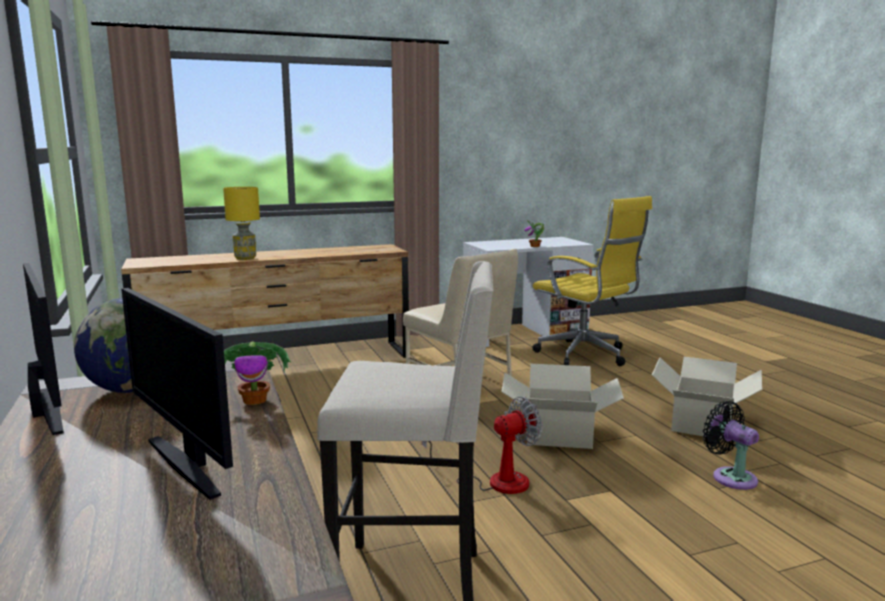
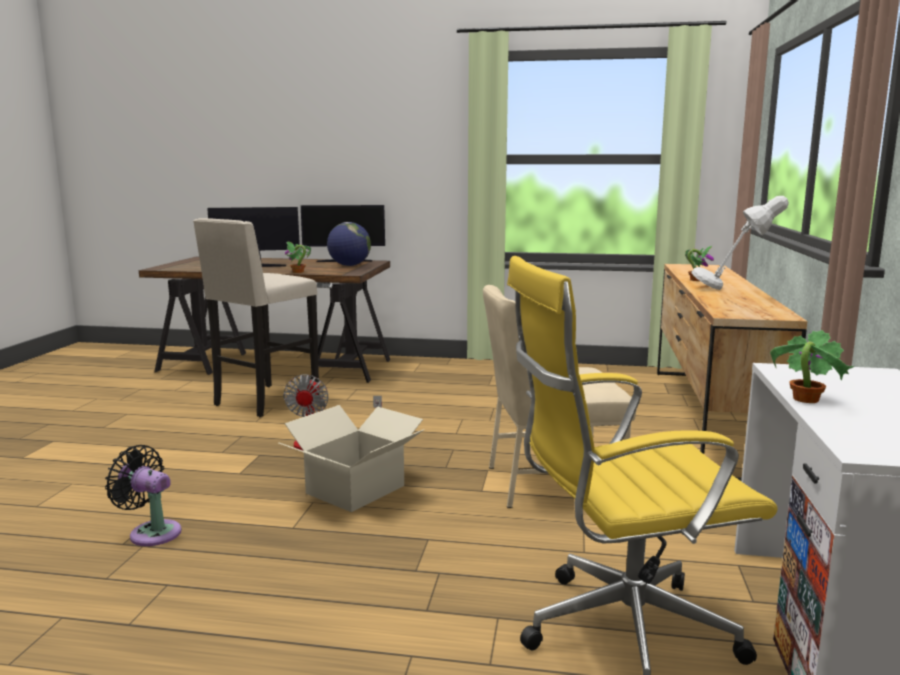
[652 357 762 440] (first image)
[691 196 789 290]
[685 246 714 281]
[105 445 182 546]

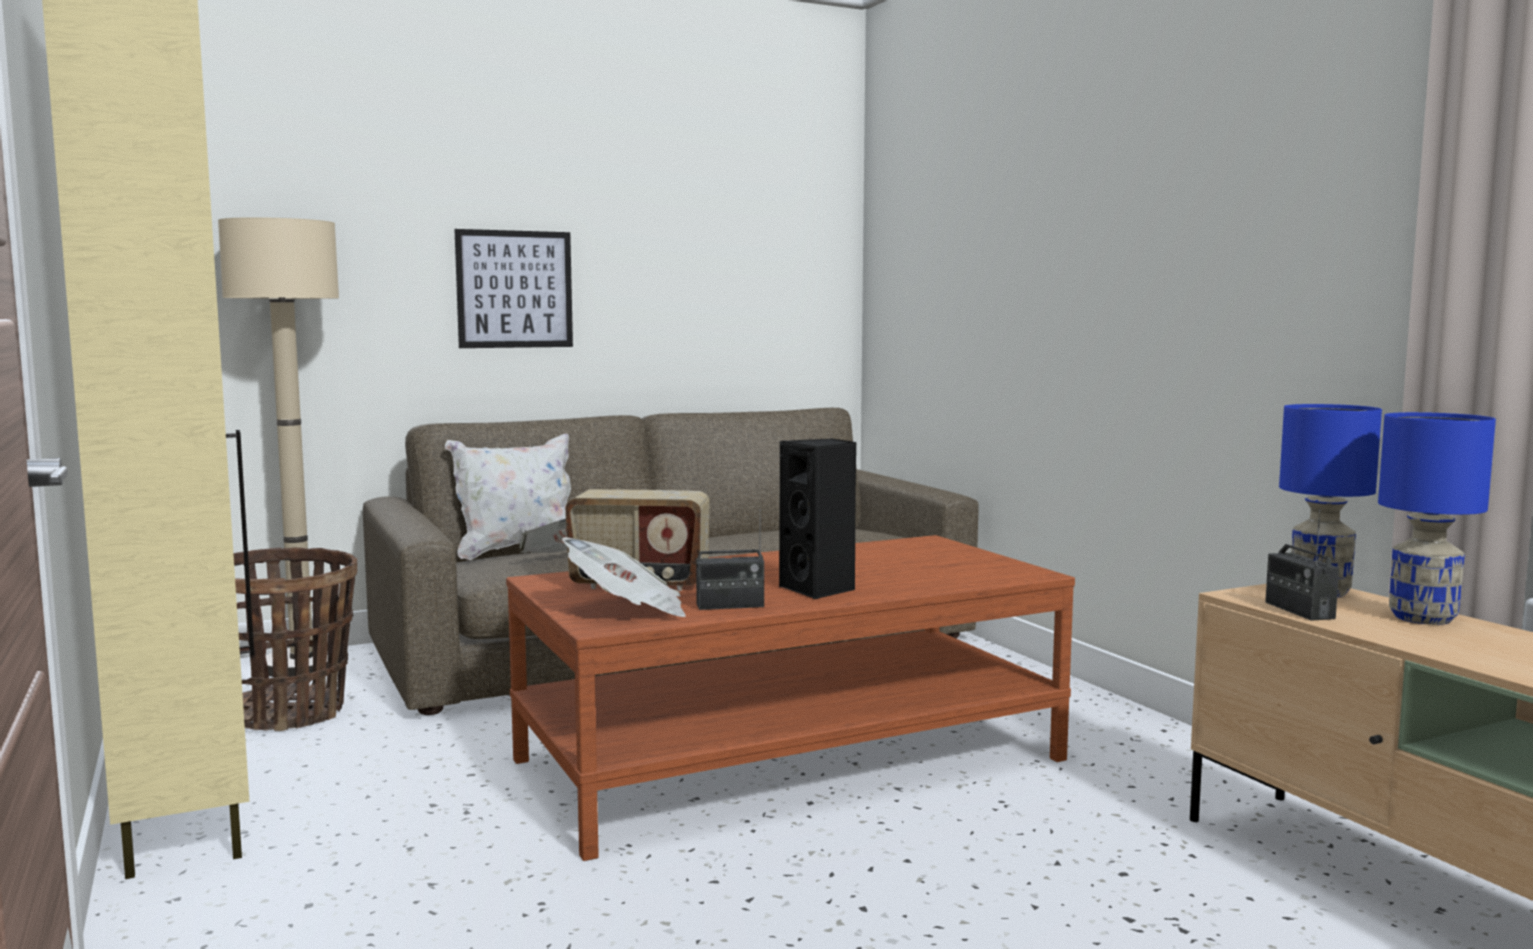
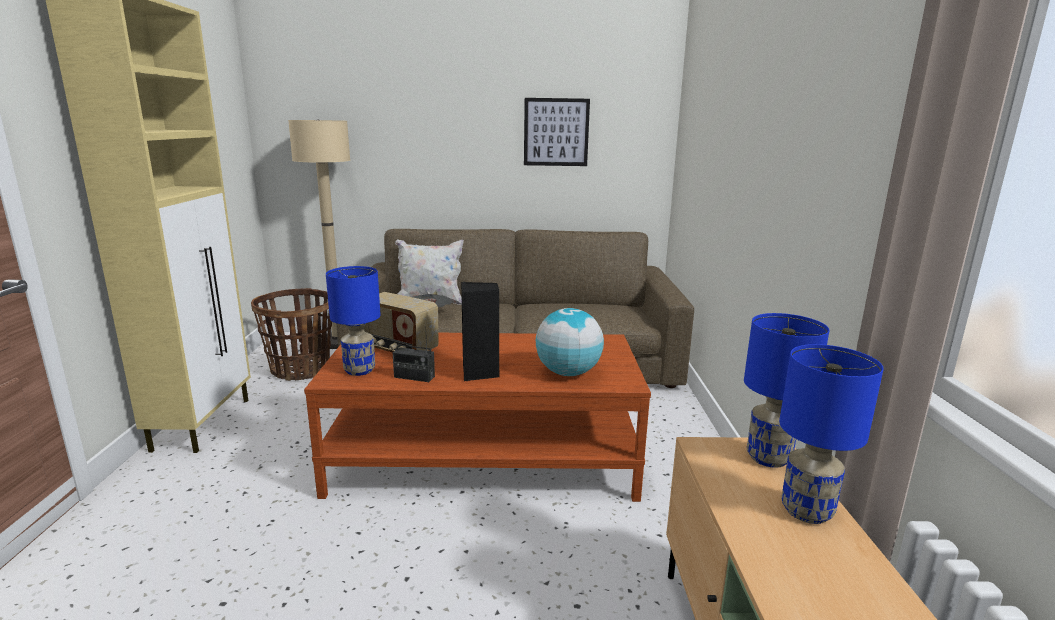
[1265 509 1339 621] (first image)
[536 308 604 376]
[524 98 590 166]
[326 266 381 376]

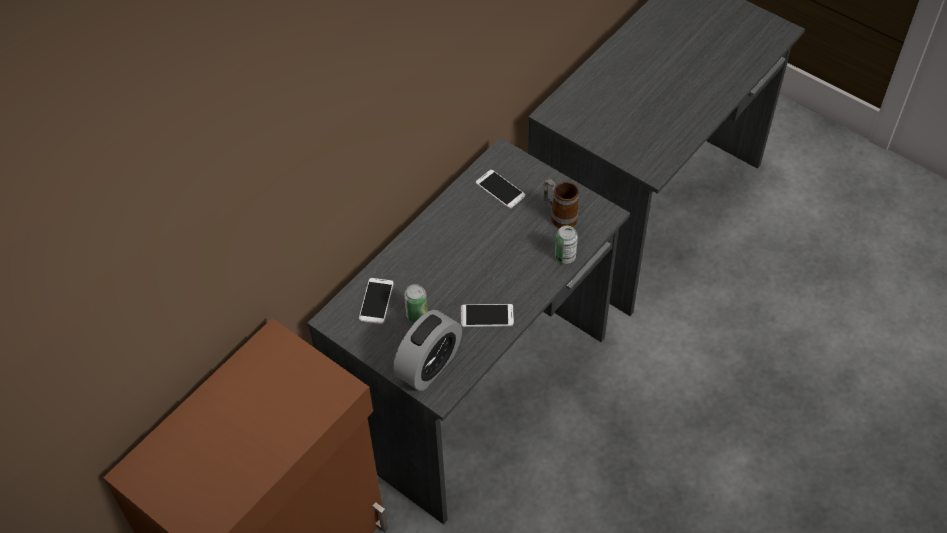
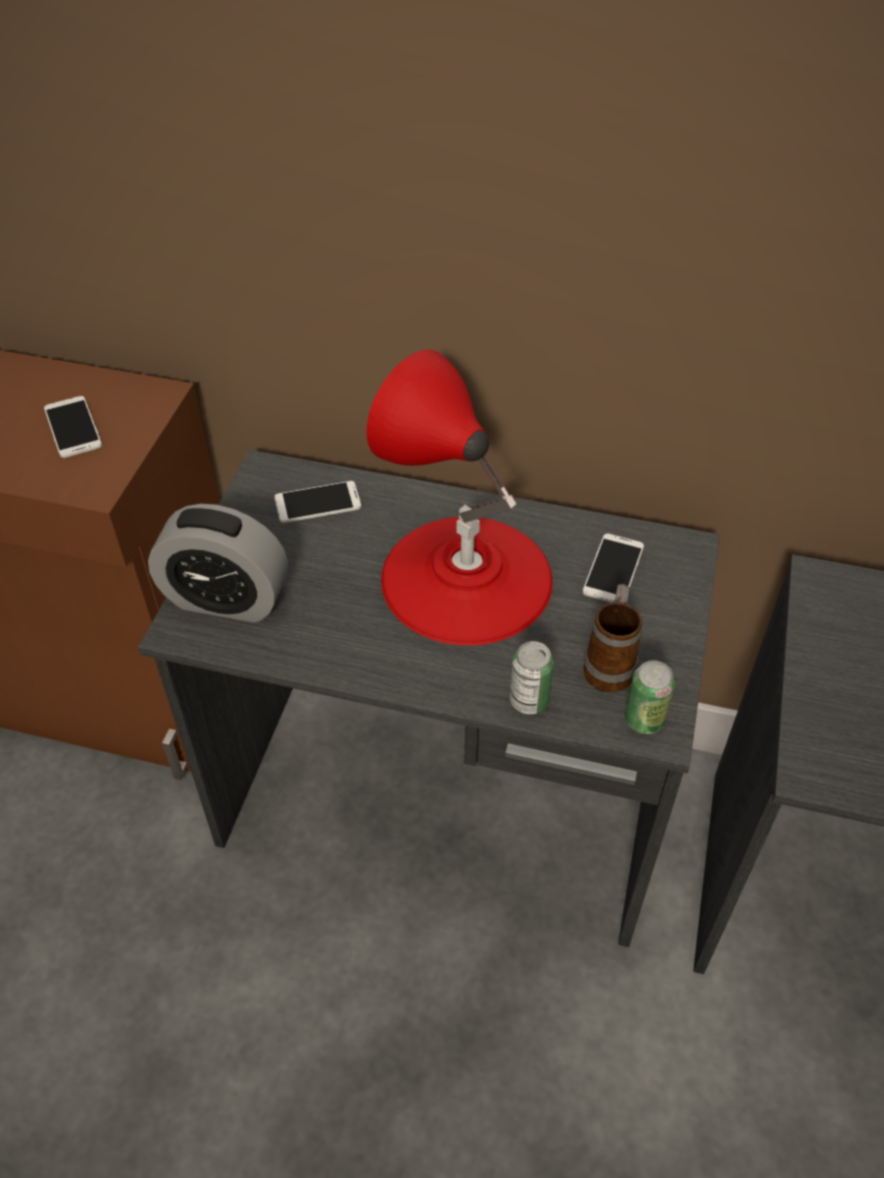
[367 350 553 646]
[625 660 675 734]
[44 396 102 458]

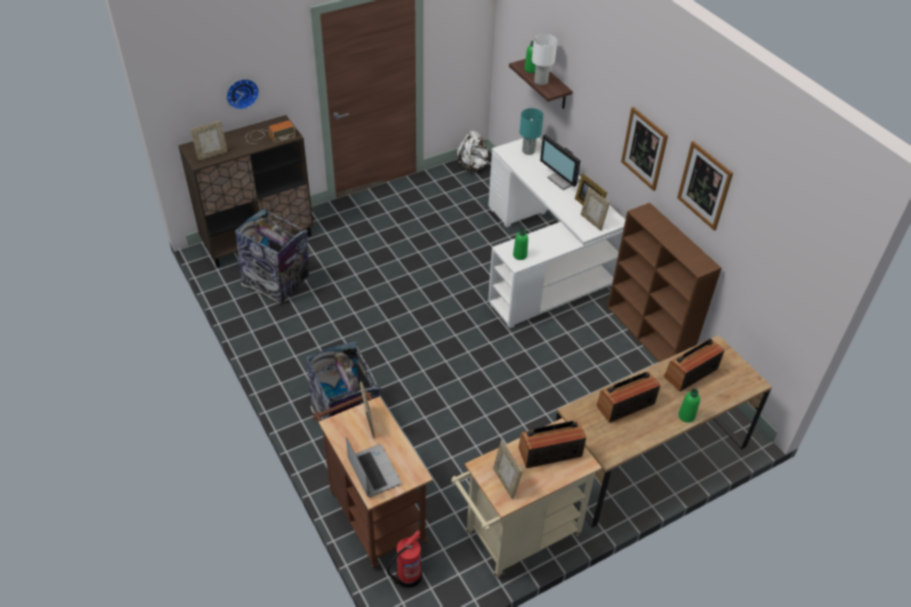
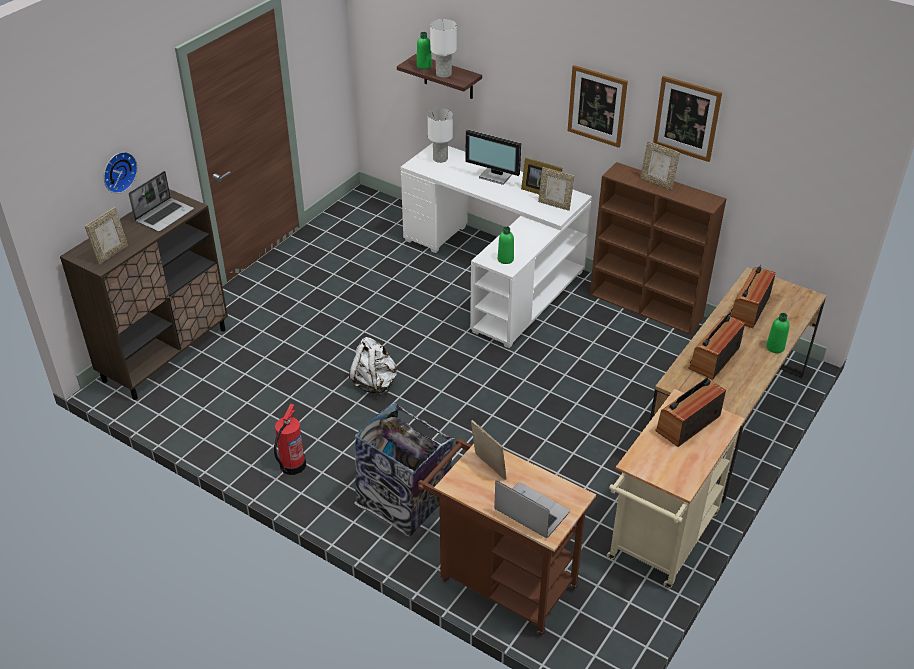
[235 208 309 304] (first image)
[274 404 306 475]
[349 337 397 395]
[640 141 680 190]
[129 171 194 232]
[427 108 453 163]

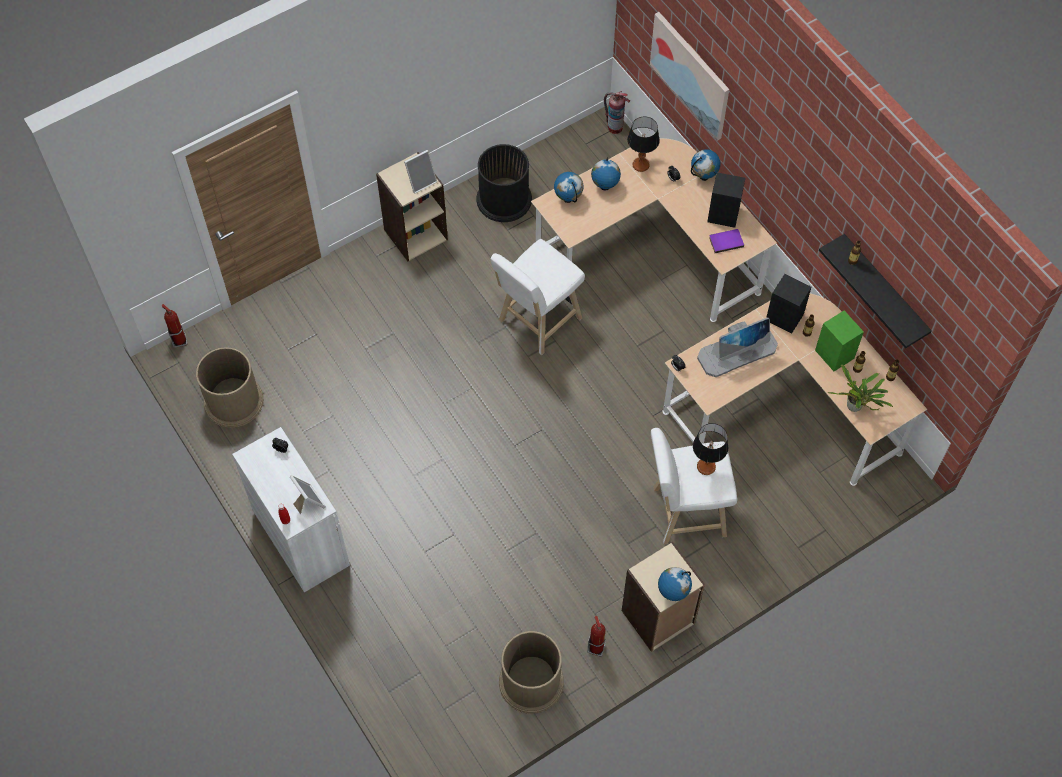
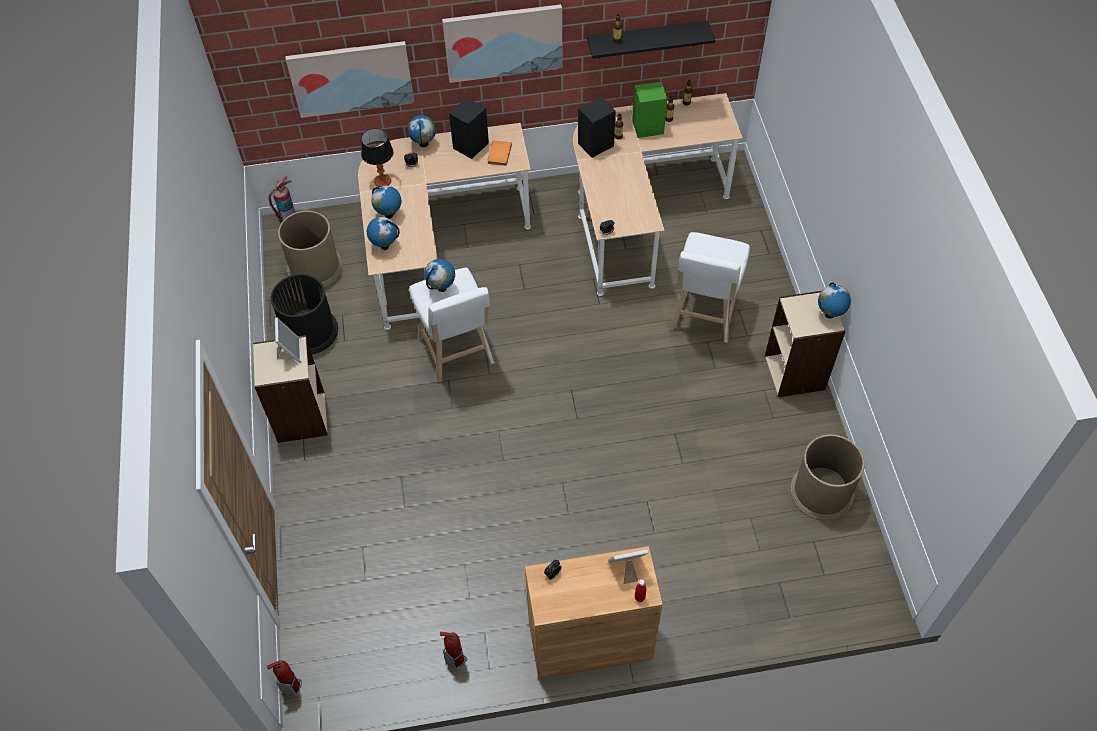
[693 423 728 475] (first image)
[697 318 778 377] (first image)
[828 365 893 412] (first image)
[424 259 455 292]
[442 4 562 83]
[278 211 343 287]
[440 631 467 670]
[525 546 663 679]
[488 140 512 166]

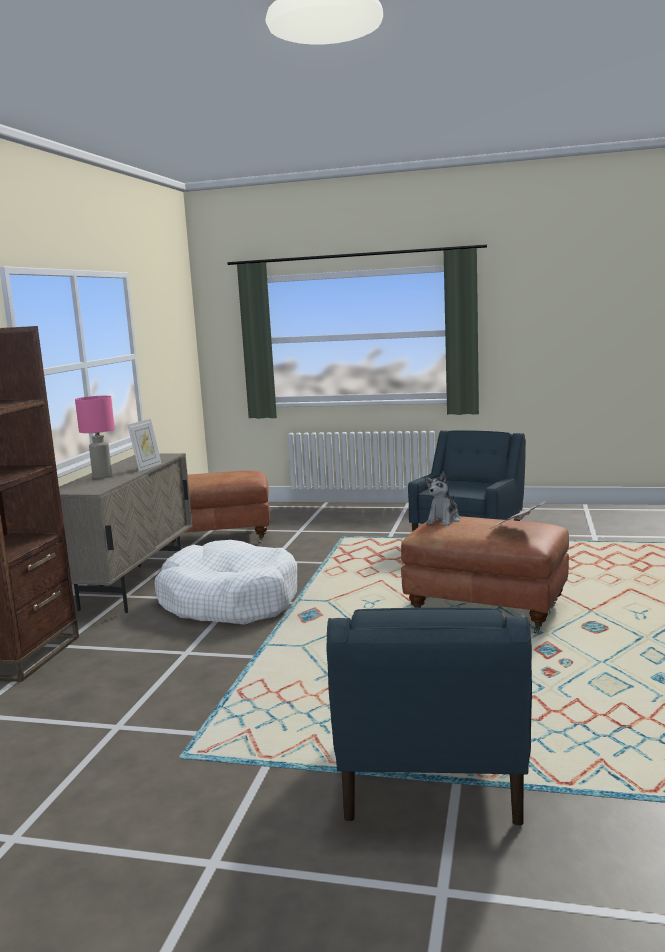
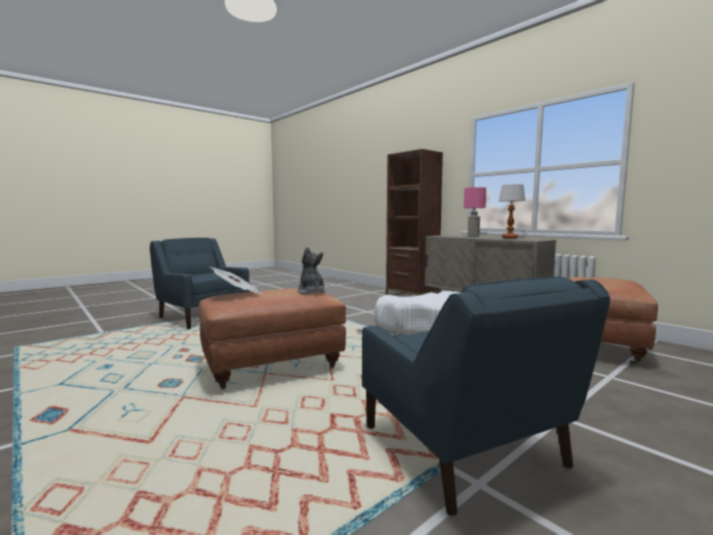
[128 419 162 471] (first image)
[499 185 525 239]

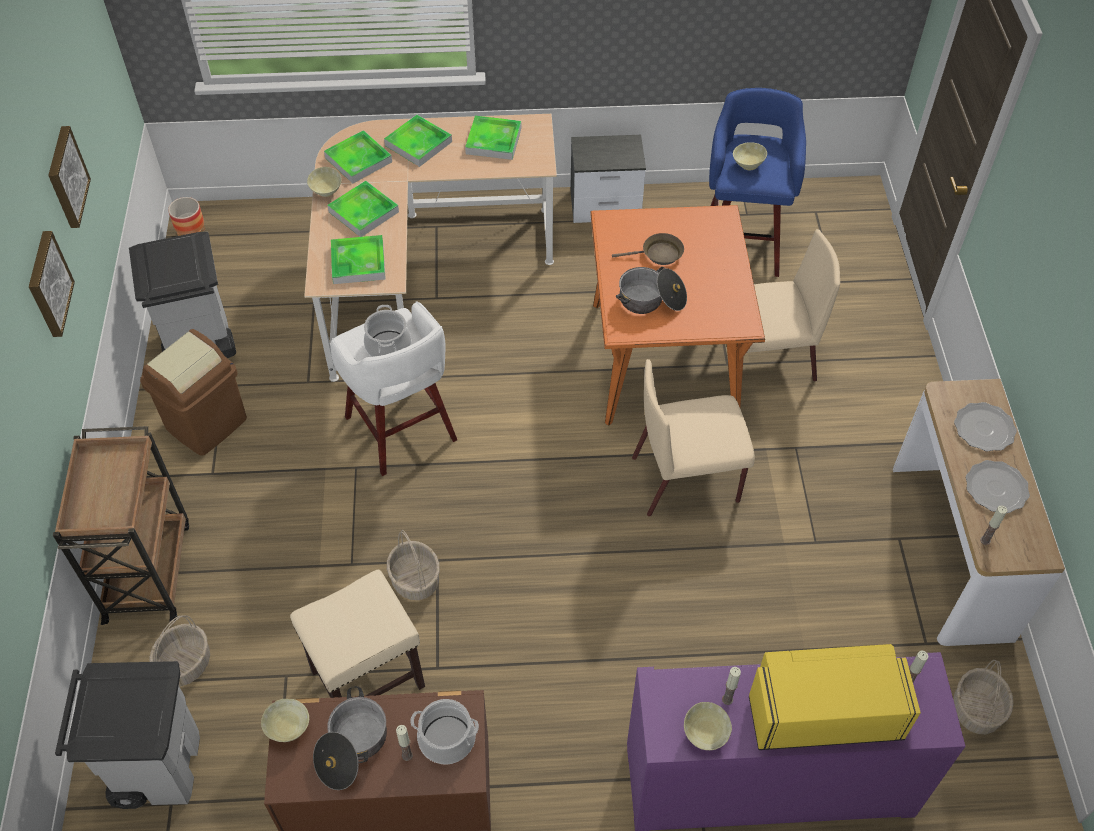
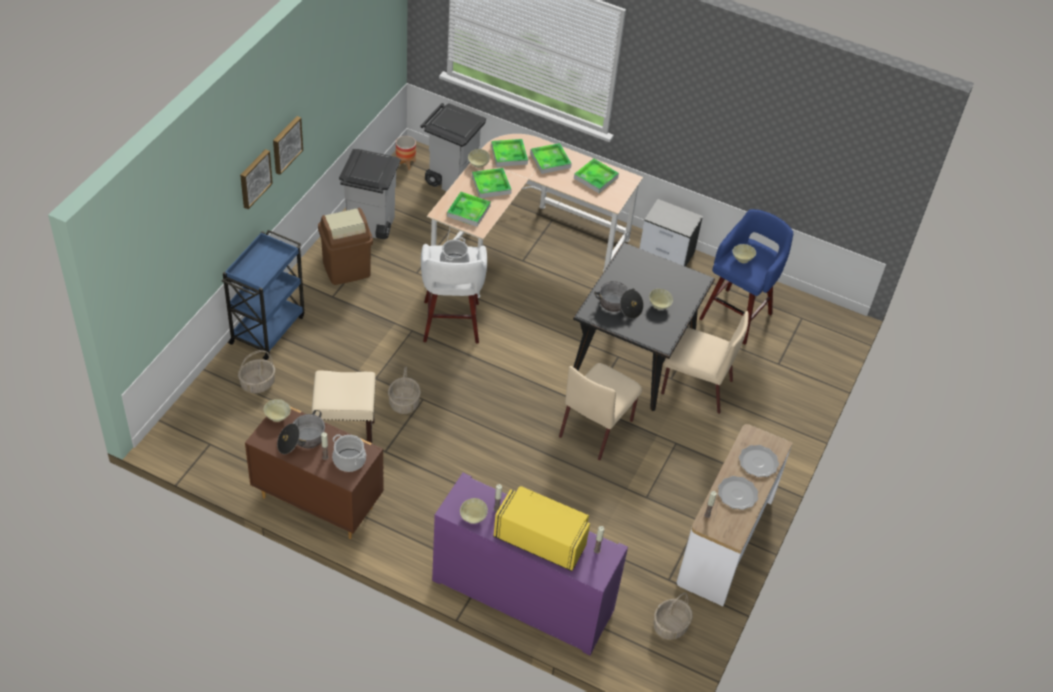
[612 233 684 265] (first image)
[649 289 673 309]
[240 149 273 209]
[420 103 486 191]
[222 230 305 360]
[573 242 715 411]
[559 363 642 460]

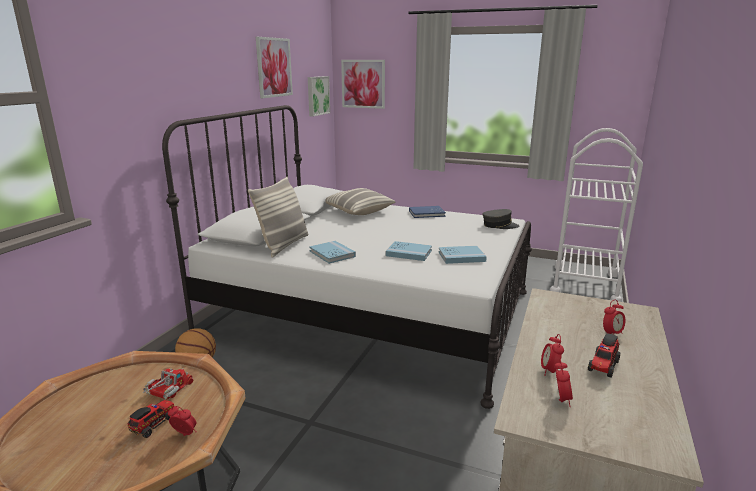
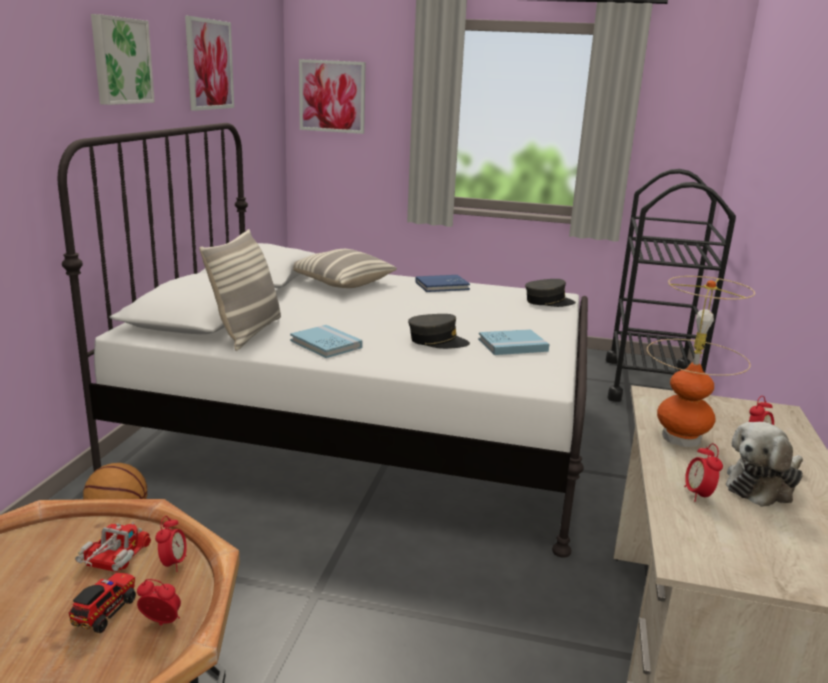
[647 276 755 447]
[91 14 155 105]
[155 516 187 572]
[408 314 470 349]
[726 422 803 507]
[605 169 736 402]

